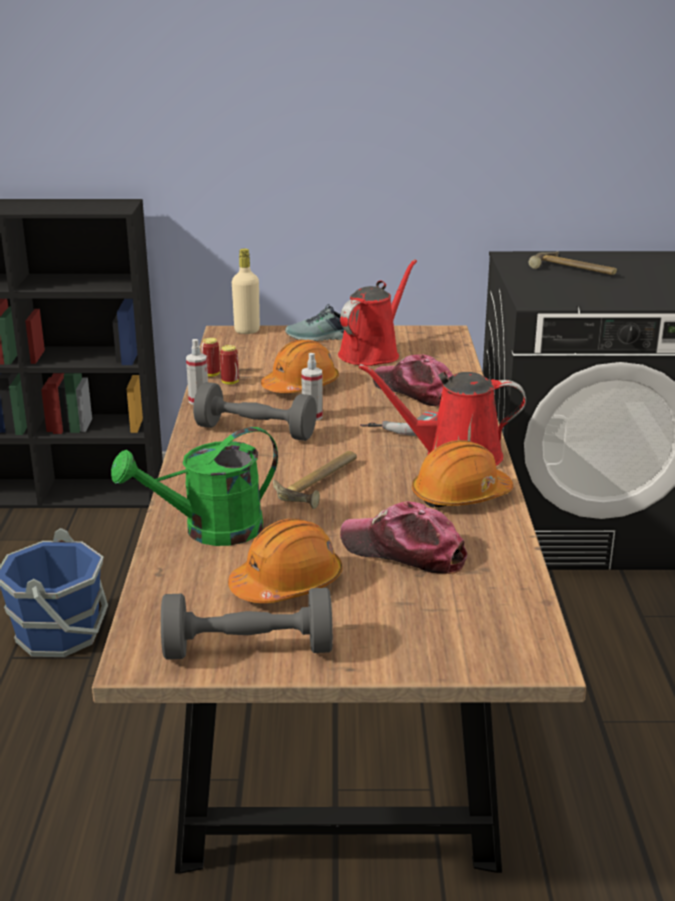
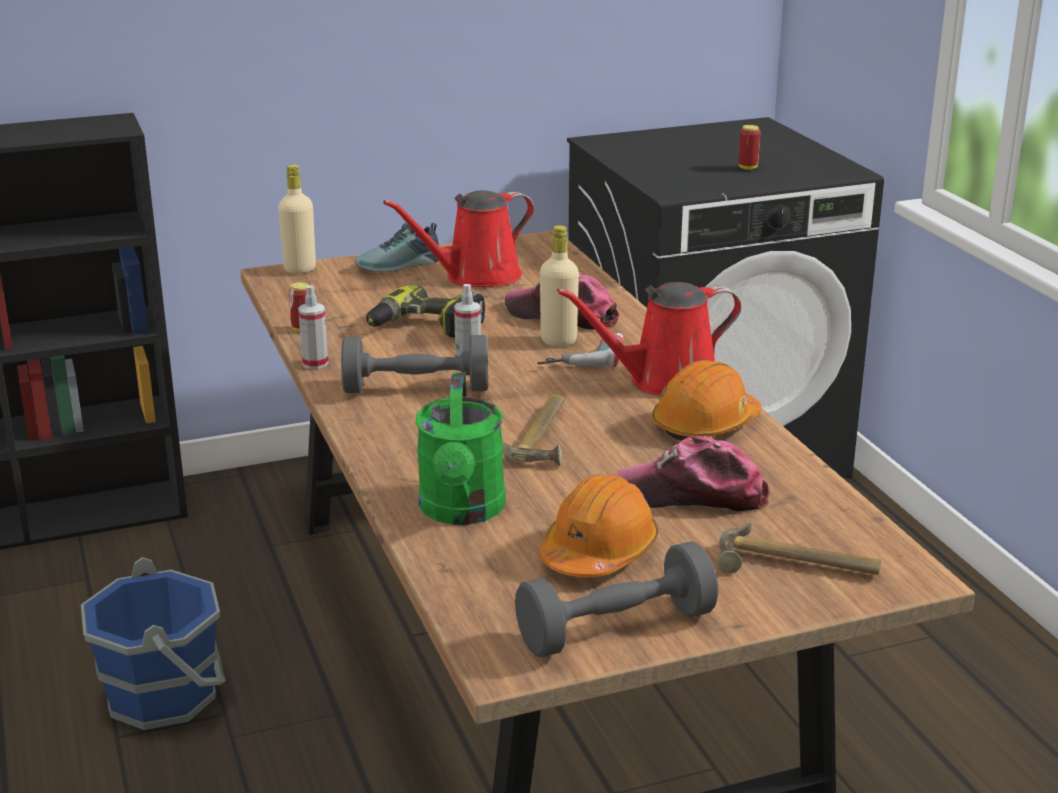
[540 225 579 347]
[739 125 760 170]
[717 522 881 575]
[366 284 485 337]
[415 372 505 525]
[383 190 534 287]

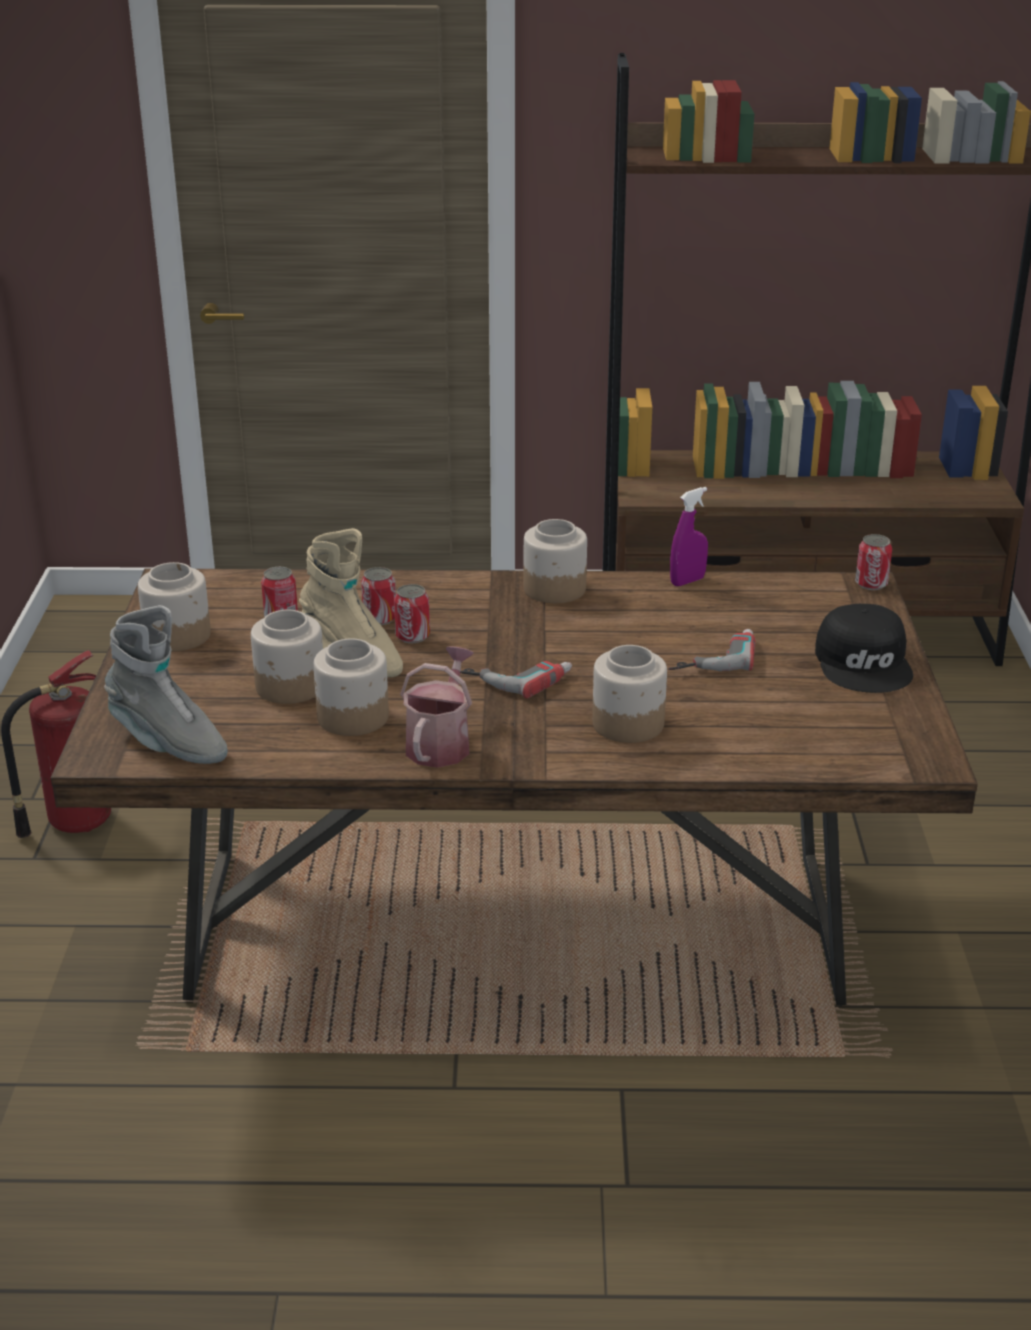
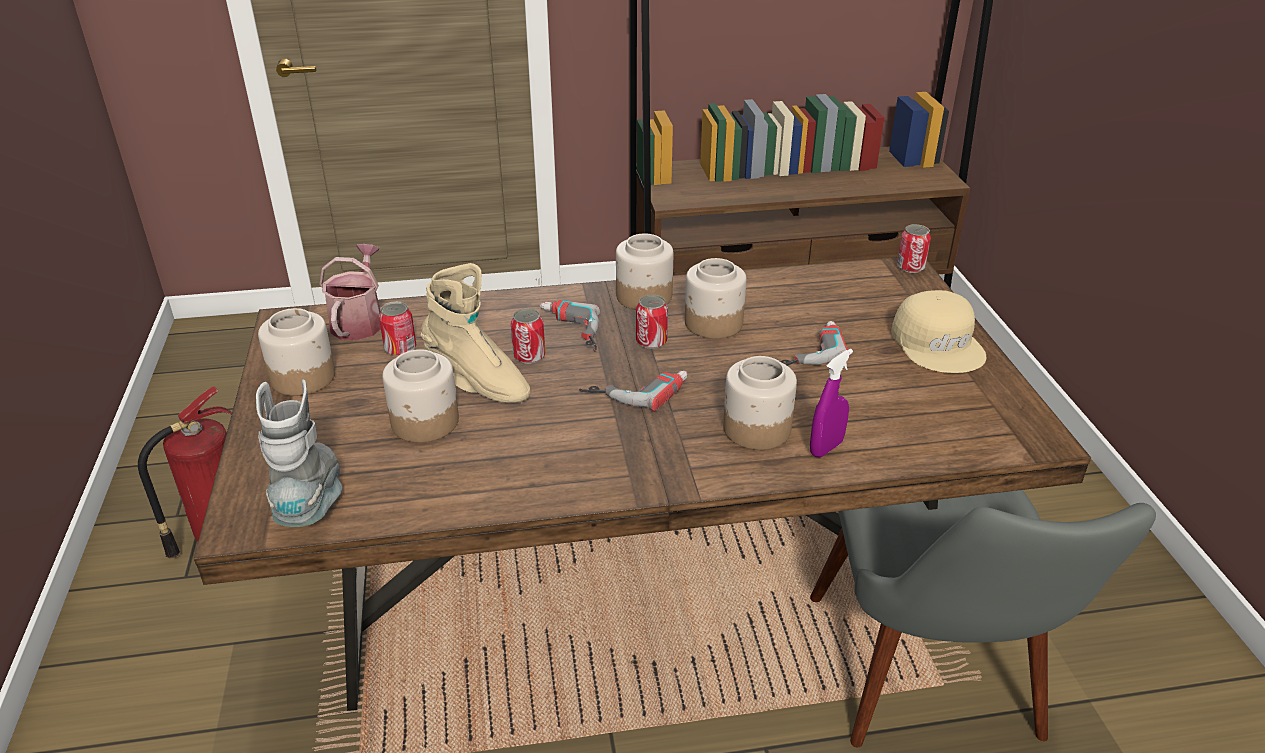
[540 300 600 351]
[810 490 1156 747]
[685 258 746 339]
[636 294 668 349]
[319 244 381 341]
[810 349 853 457]
[892 290 986 373]
[256 379 342 527]

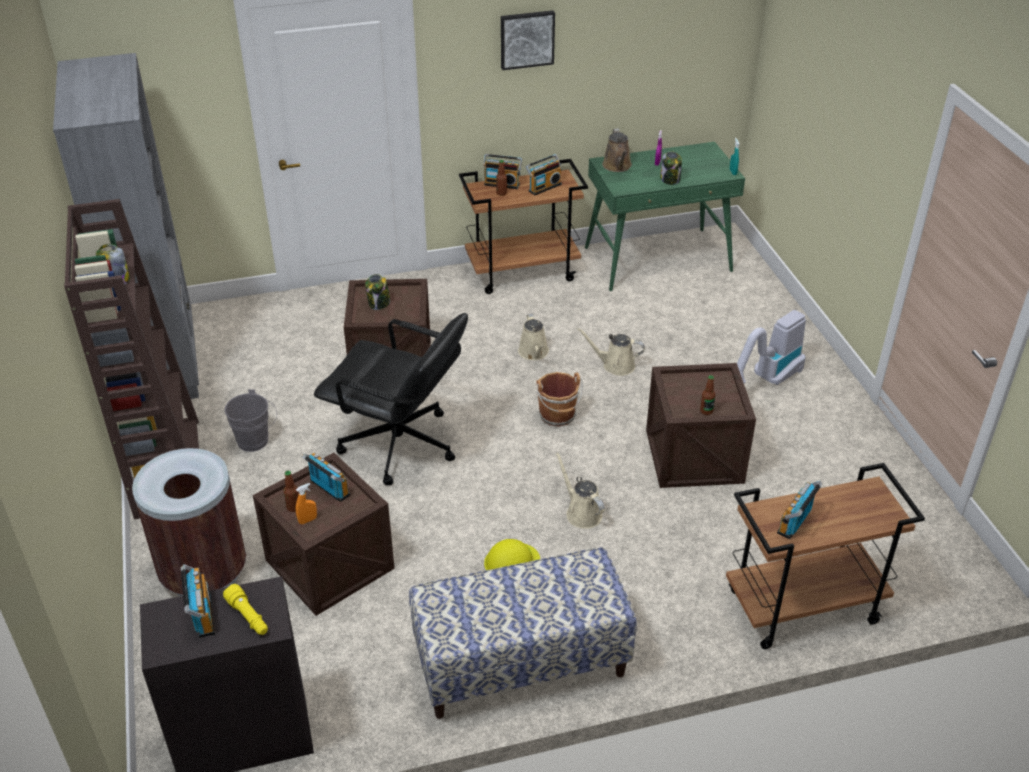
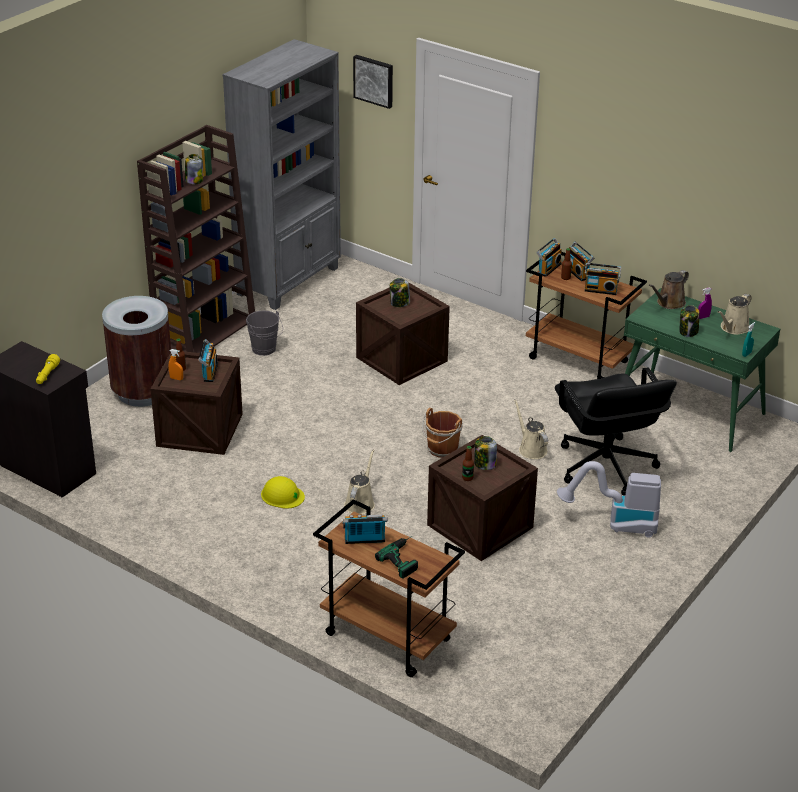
[409 548 637 719] (first image)
[375 536 418 579]
[474 436 497 470]
[536 238 562 277]
[555 367 677 496]
[353 55 393 109]
[718 294 751 335]

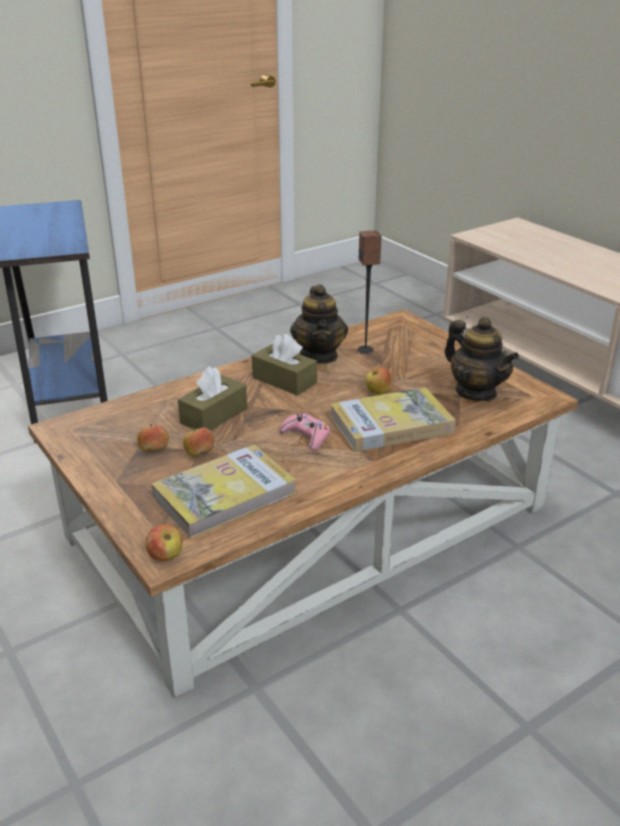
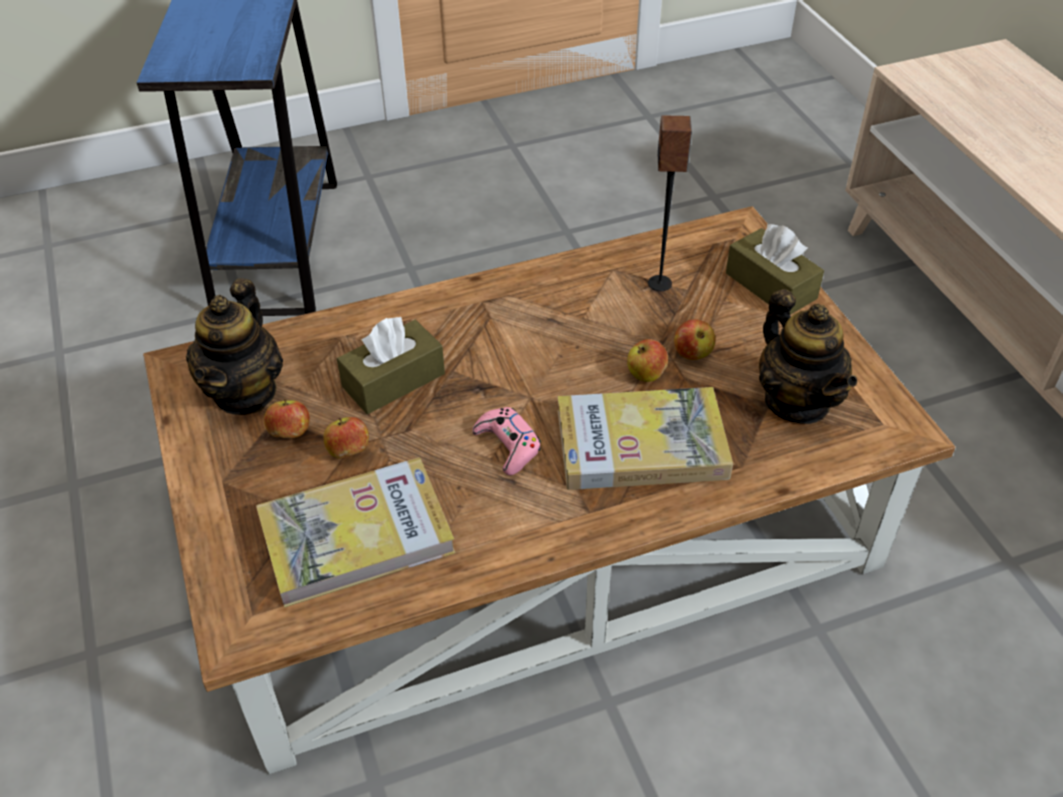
[674 319 715 360]
[726 224 824 315]
[186 278 283 415]

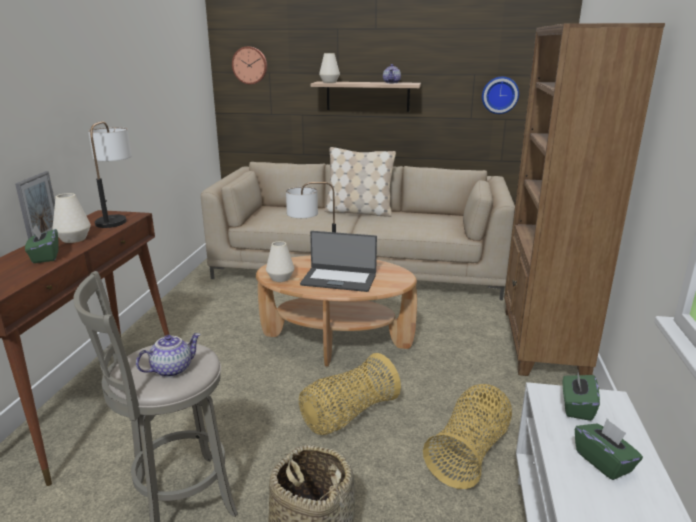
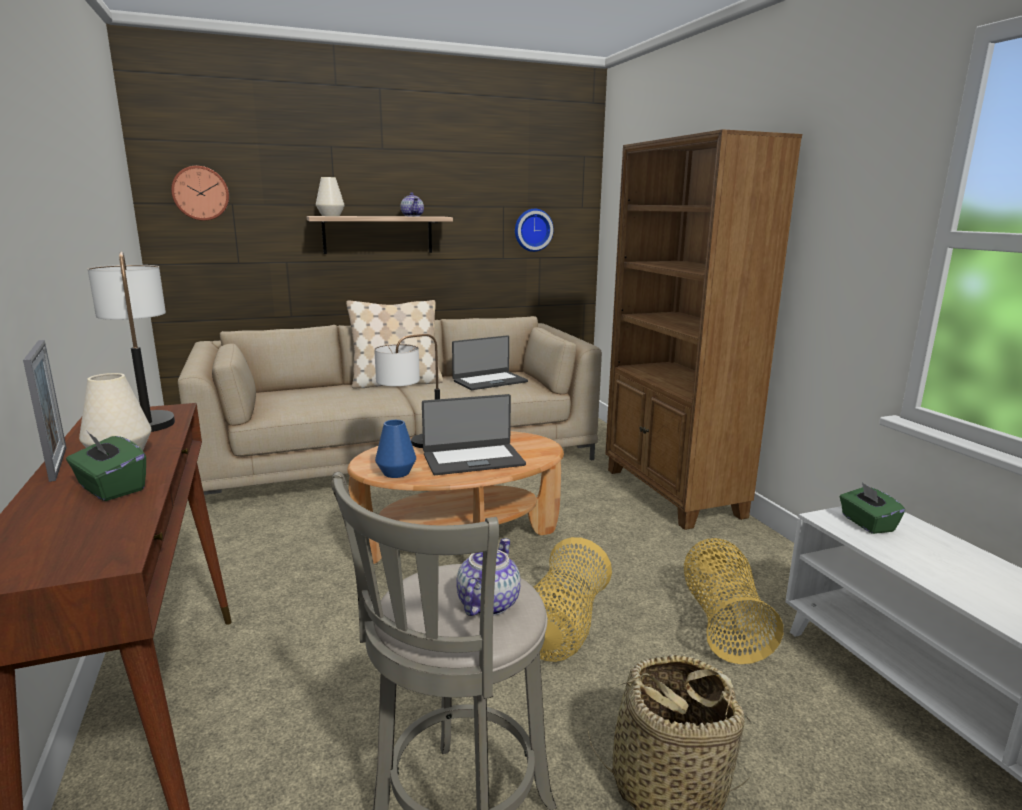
[575 419 643 480] (first image)
[452 335 528 390]
[375 420 416 478]

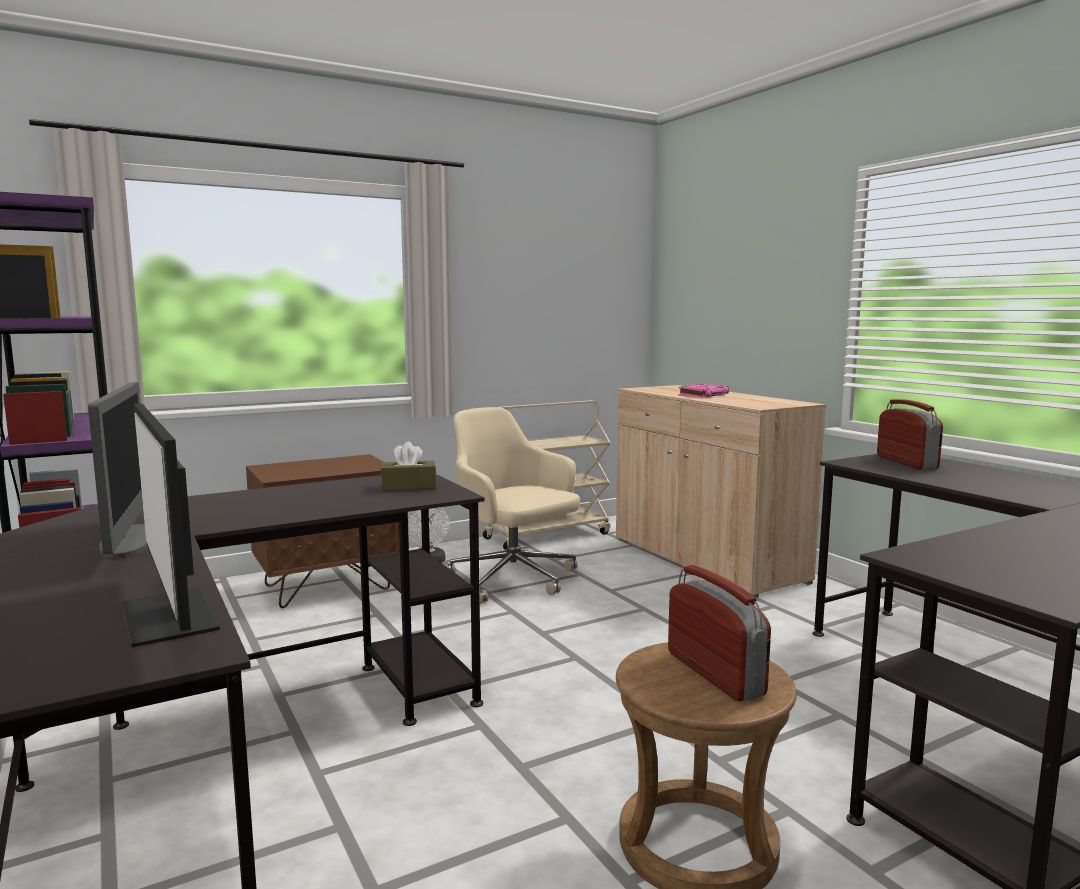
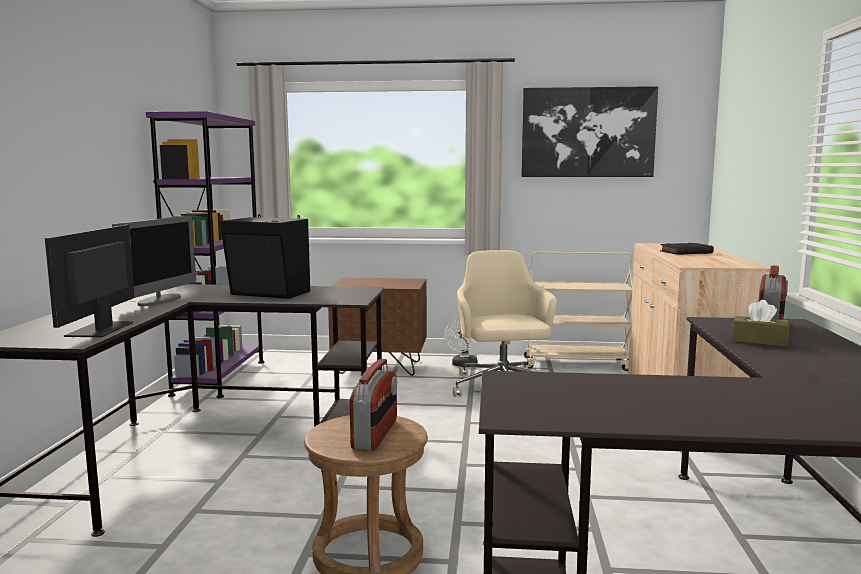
[220 214 310 299]
[521 86 658 177]
[733 300 789 347]
[660 243 714 255]

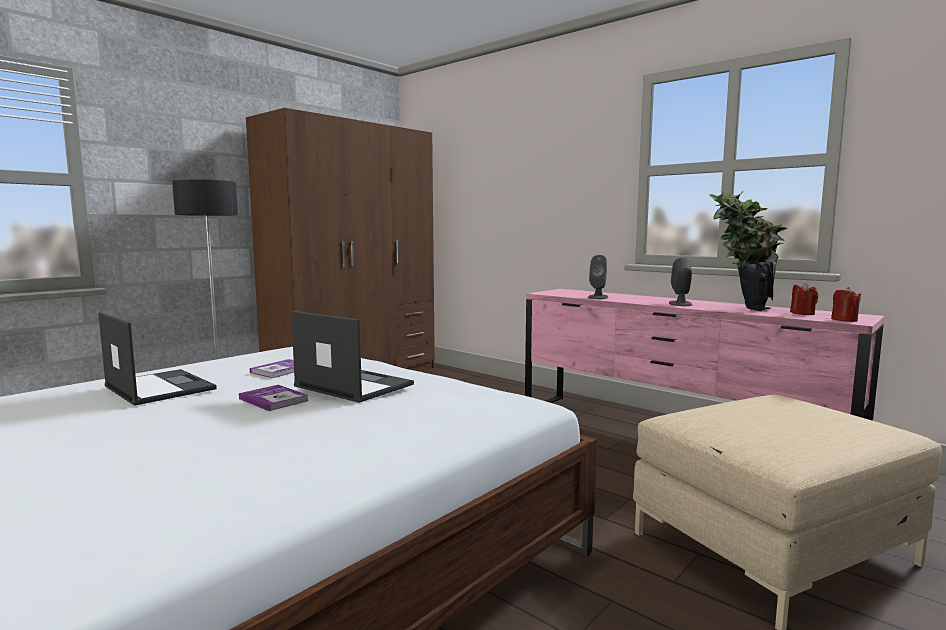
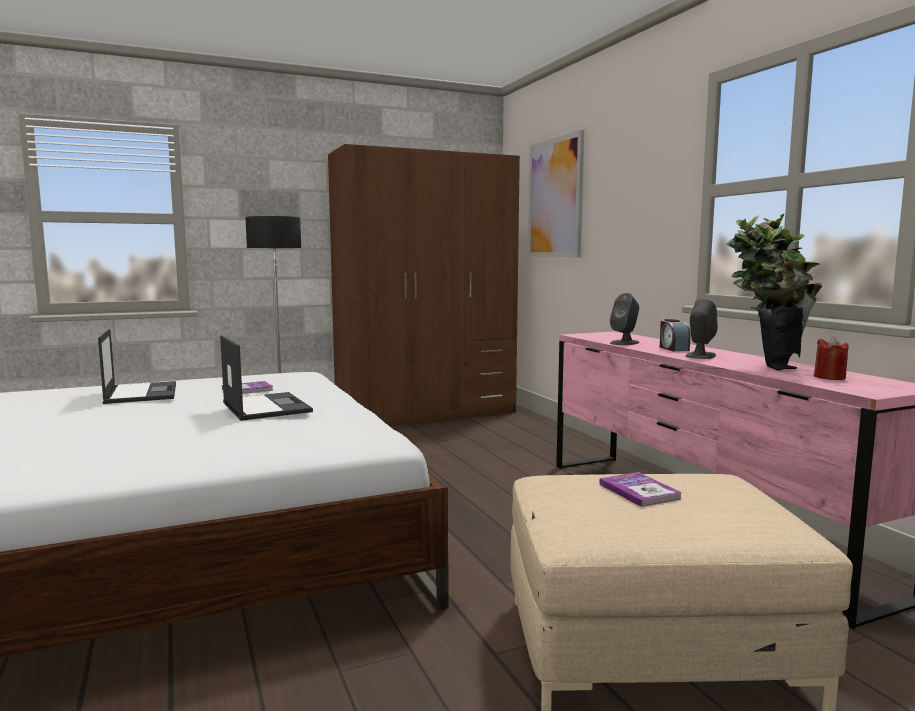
[831 287 861 322] (first image)
[528 130 584 258]
[660 319 690 352]
[599 472 682 507]

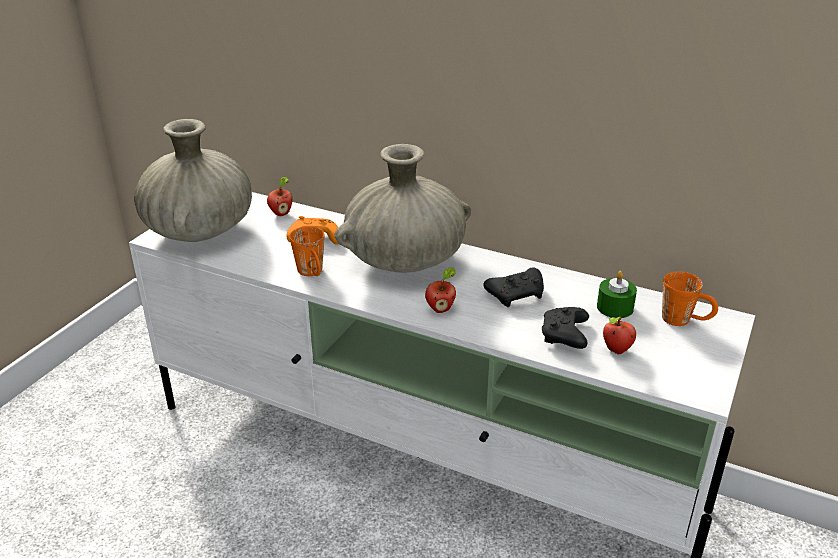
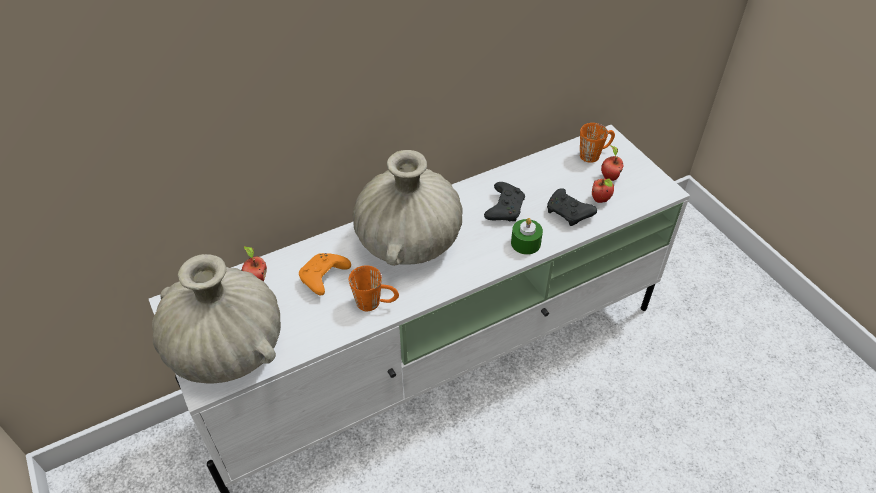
[601 145 624 181]
[511 218 543 255]

